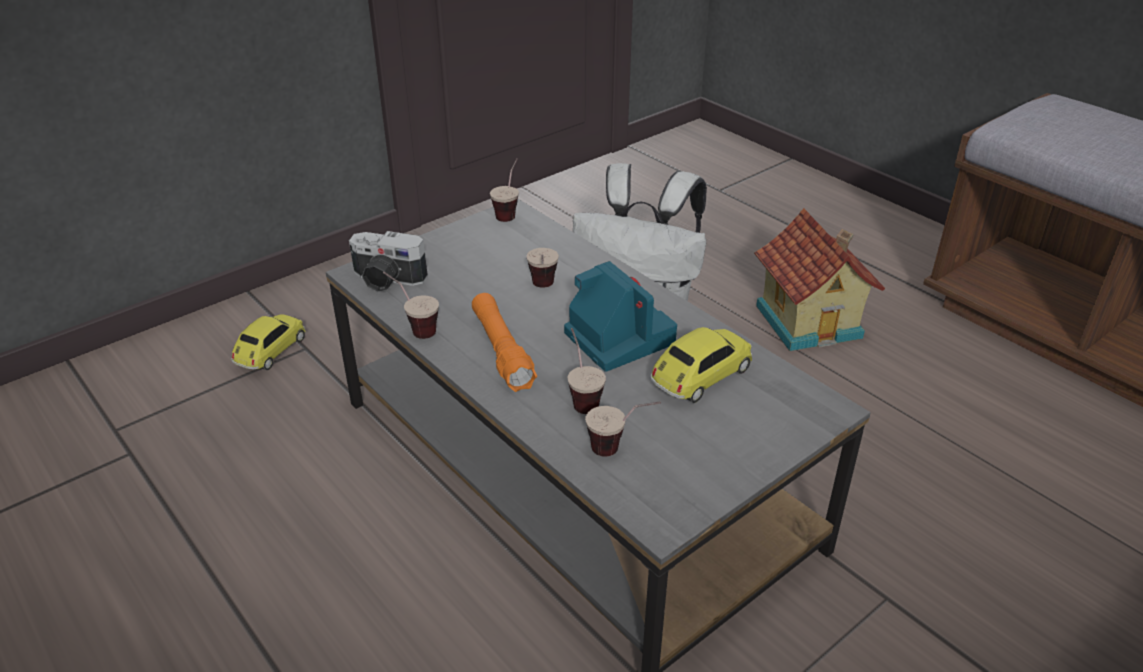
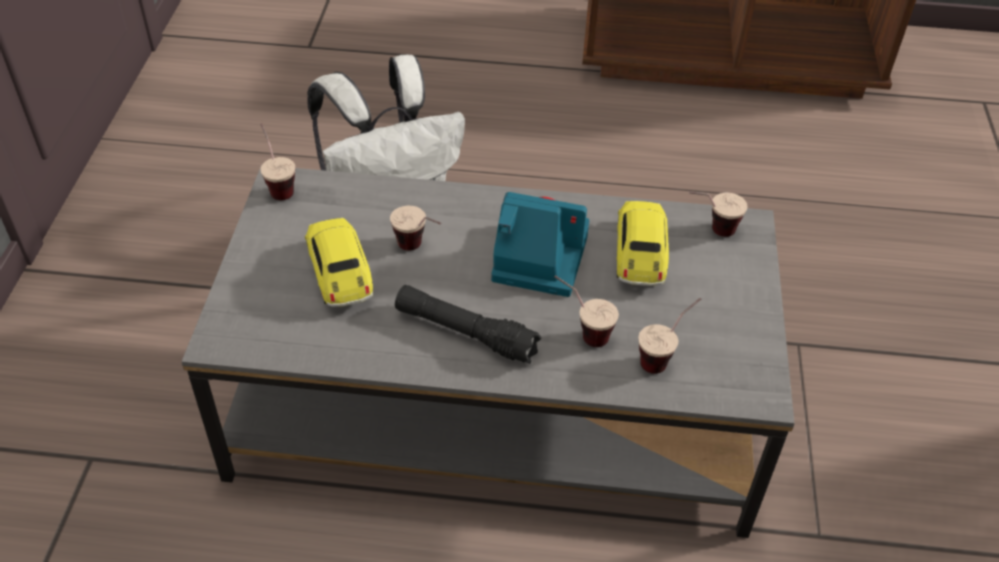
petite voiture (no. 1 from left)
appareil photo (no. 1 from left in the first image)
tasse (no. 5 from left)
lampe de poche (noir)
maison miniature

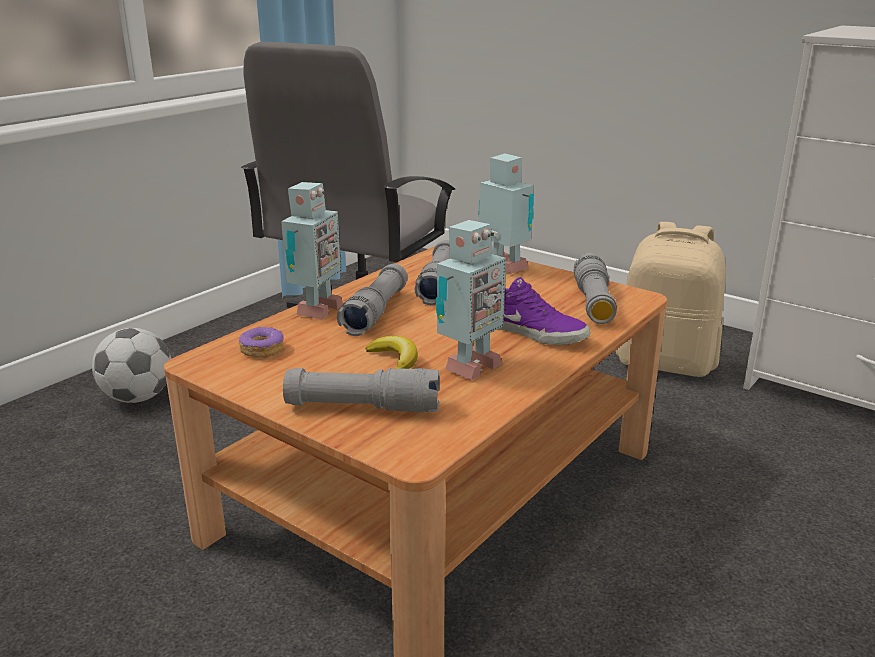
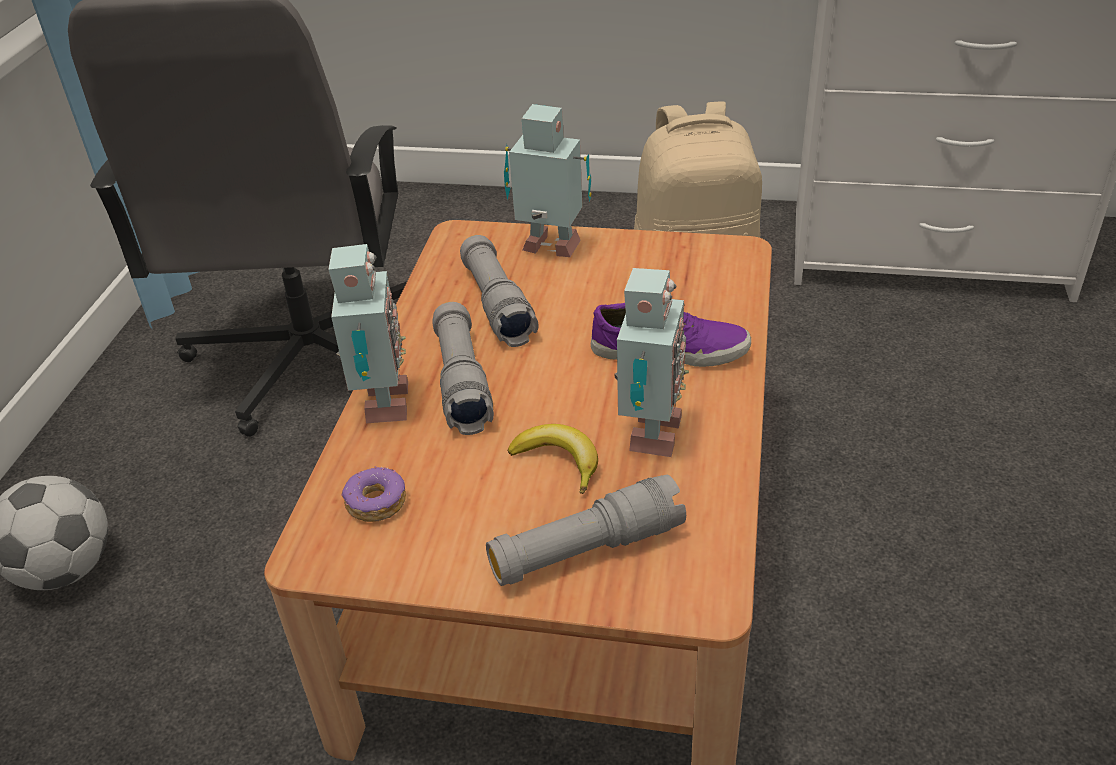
lampe de poche (gris) (no. 4 from left in the first image)

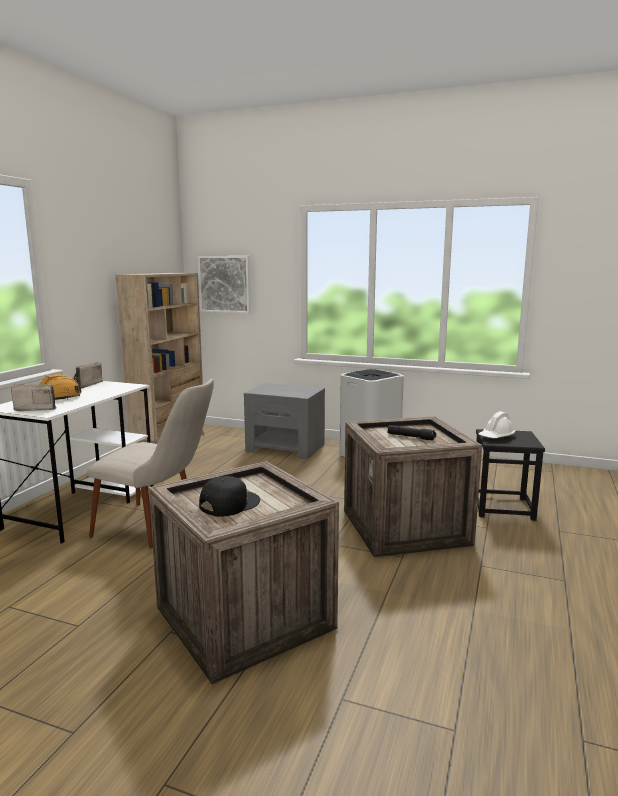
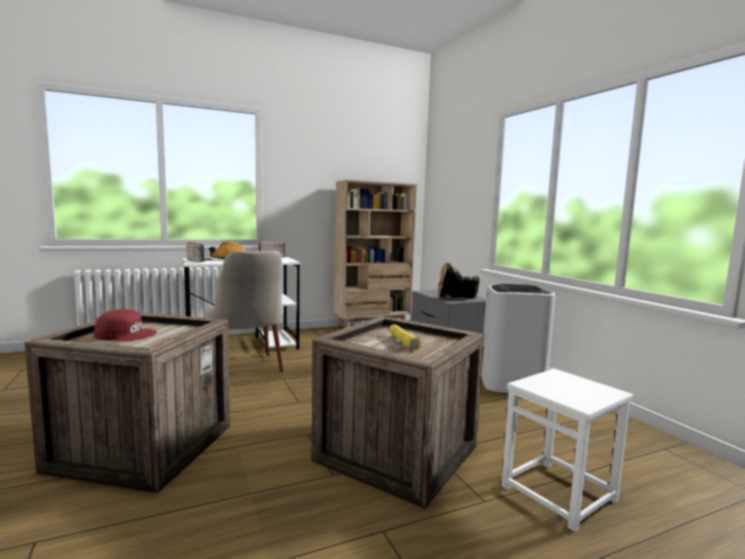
tableau
casquette (rouge)
lampe de poche (jaune)
tabouret (blanc)
casque de chantier (blanc)
botte (noir)

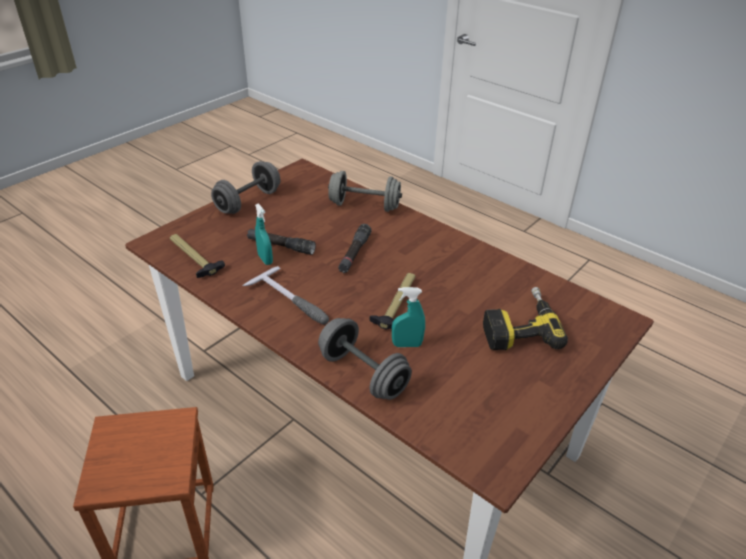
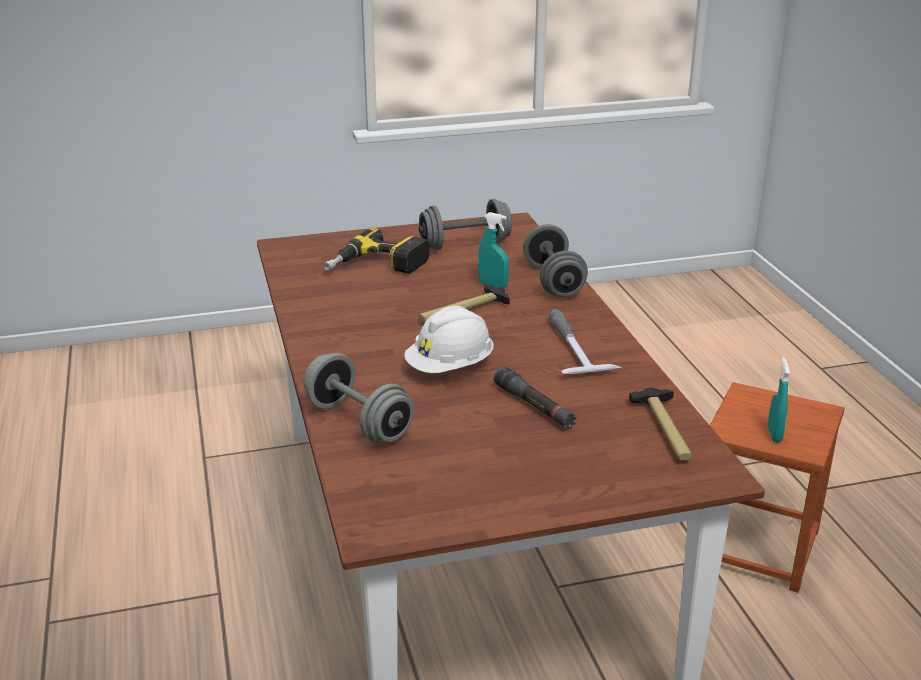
haltère (gris) (no. 2 from left)
vaporisateur (turquoise) (no. 2 from left)
casque de chantier (blanc)

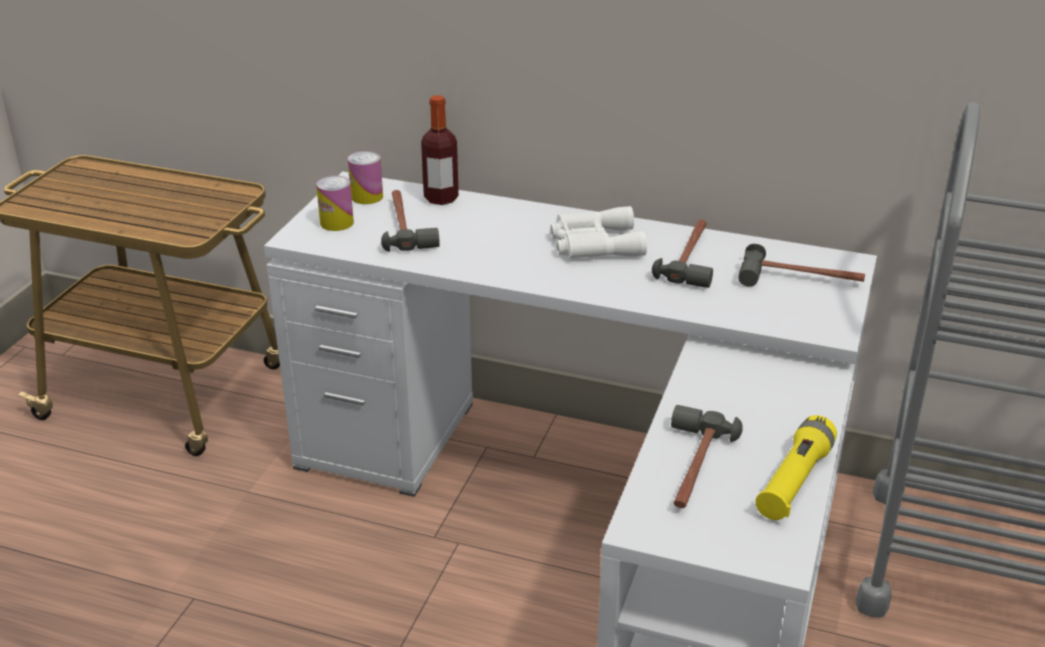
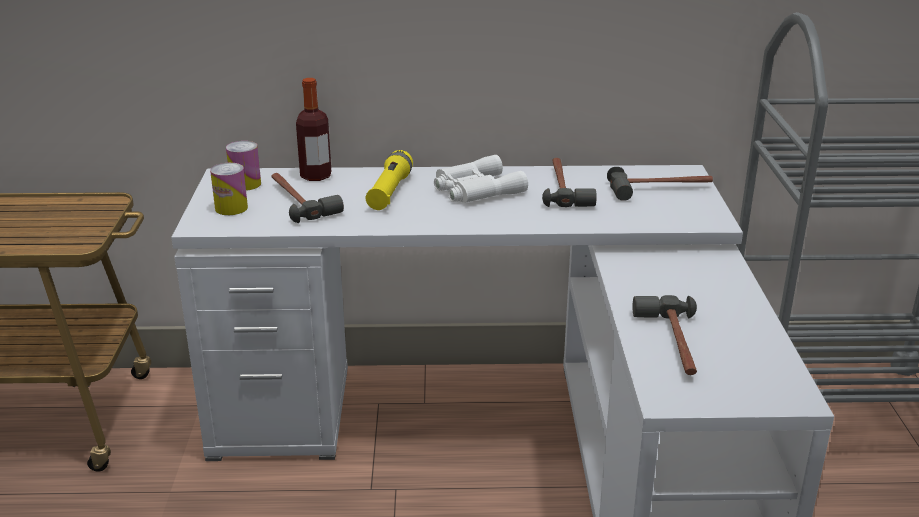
lampe de poche (jaune)

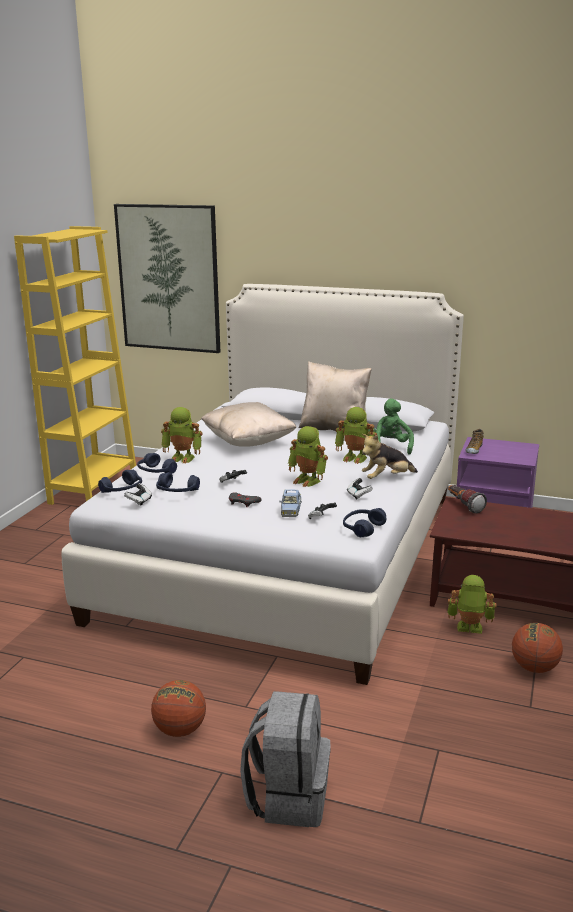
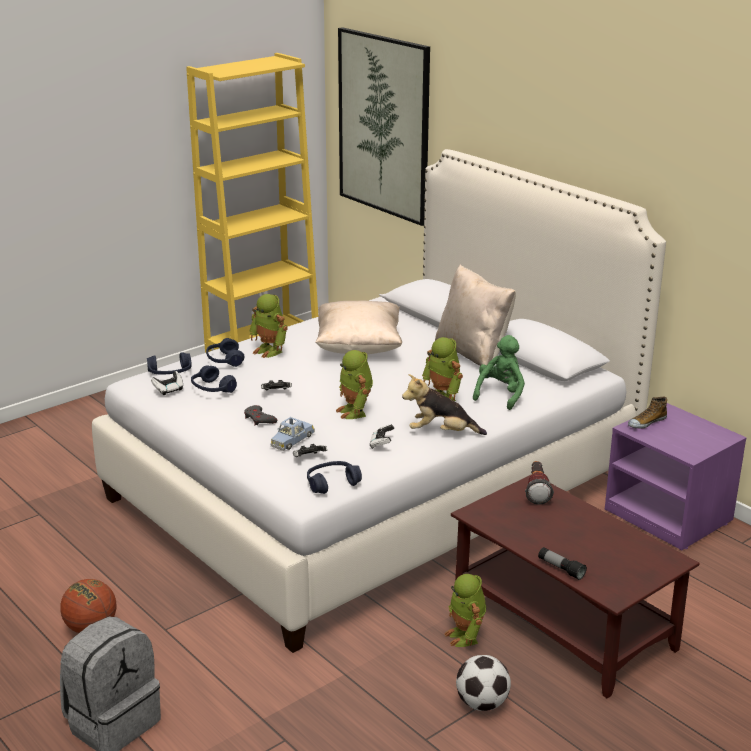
robot jouet (no. 4 from left)
ballon de foot
lampe de poche (no. 2 from left)

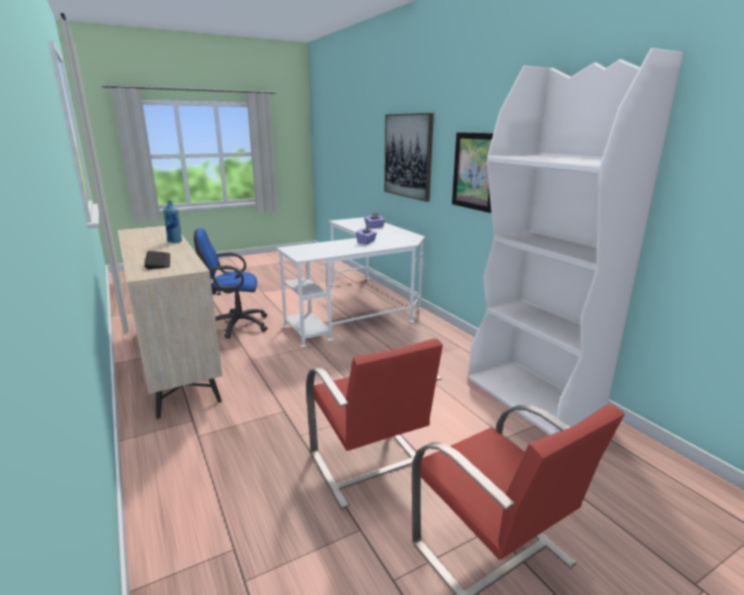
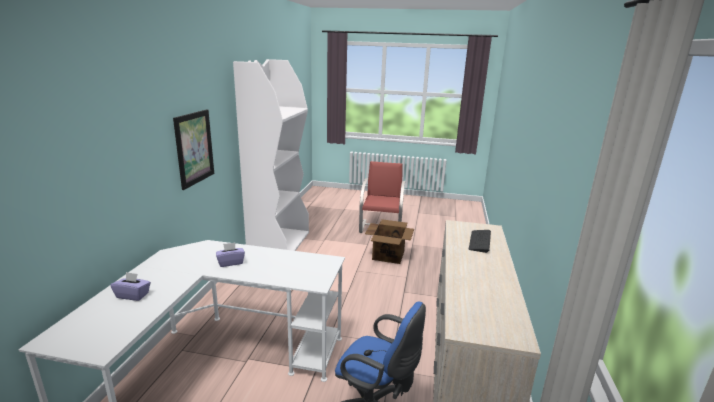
bouteille (bleu)
carton
tableau (no. 1 from left in the first image)

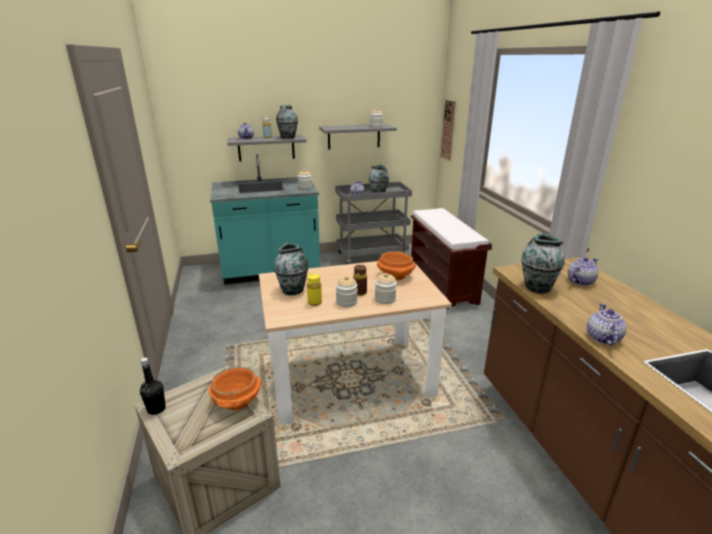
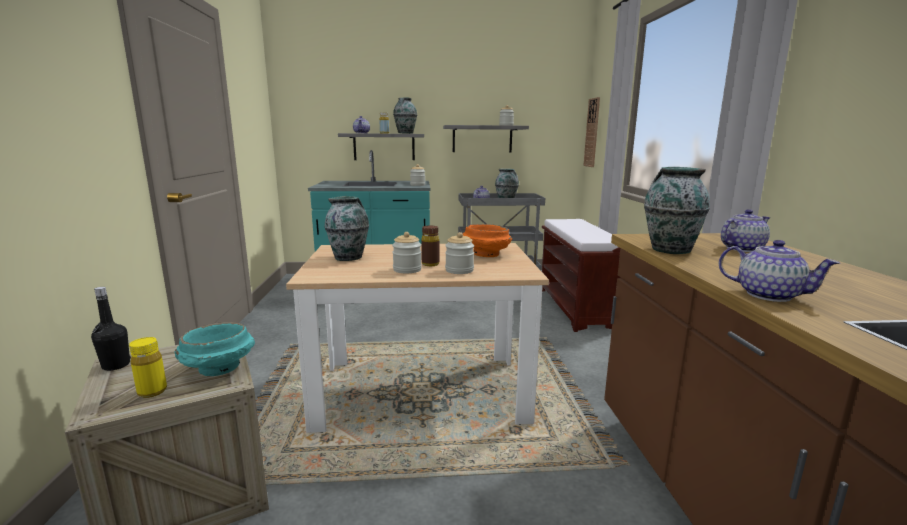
bol (turquoise)
bouteille (jaune) (no. 1 from left)
théière (no. 4 from left)

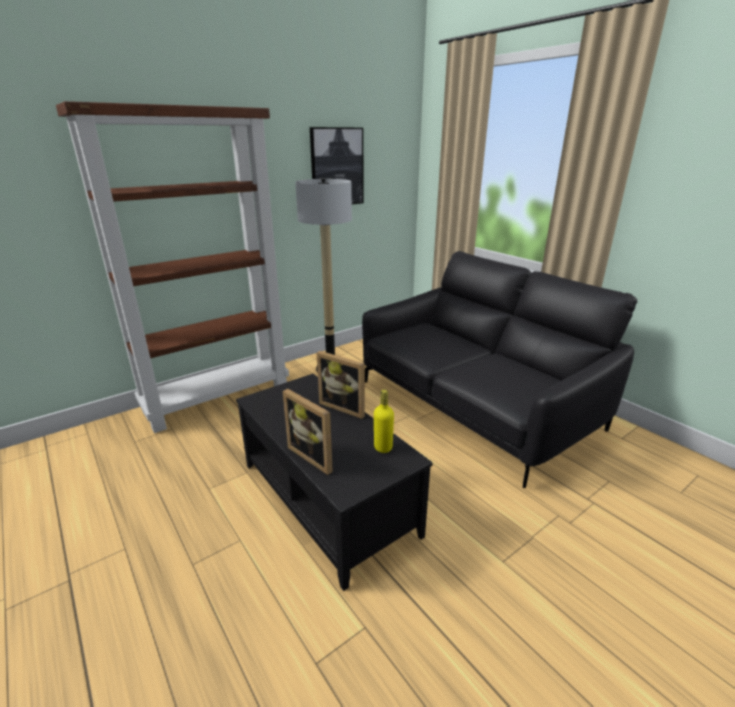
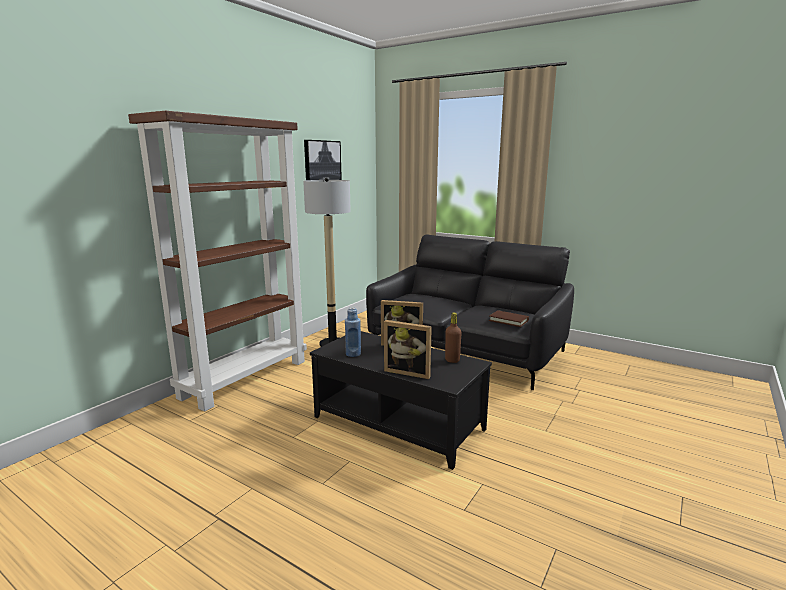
bouteille (marron)
bouteille (bleu)
livre (marron)

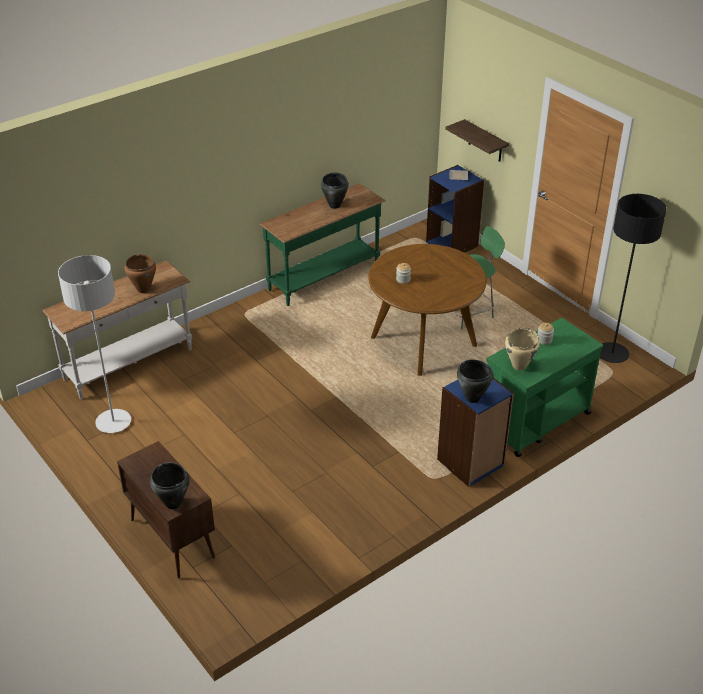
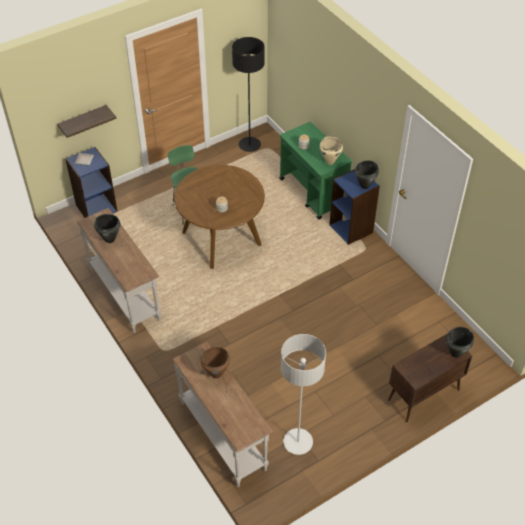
table console (blanc) (no. 1 from left)

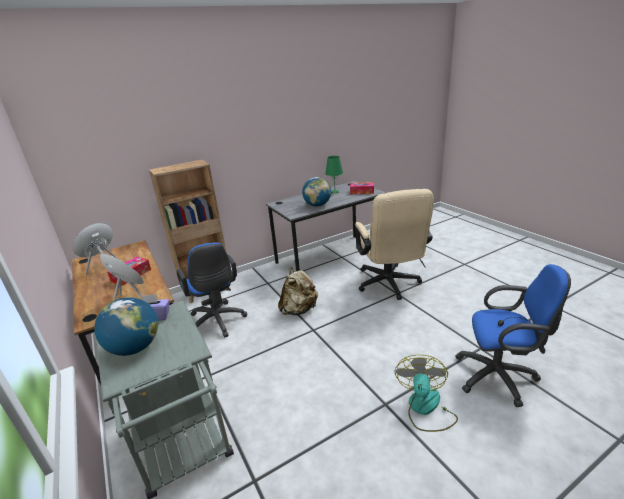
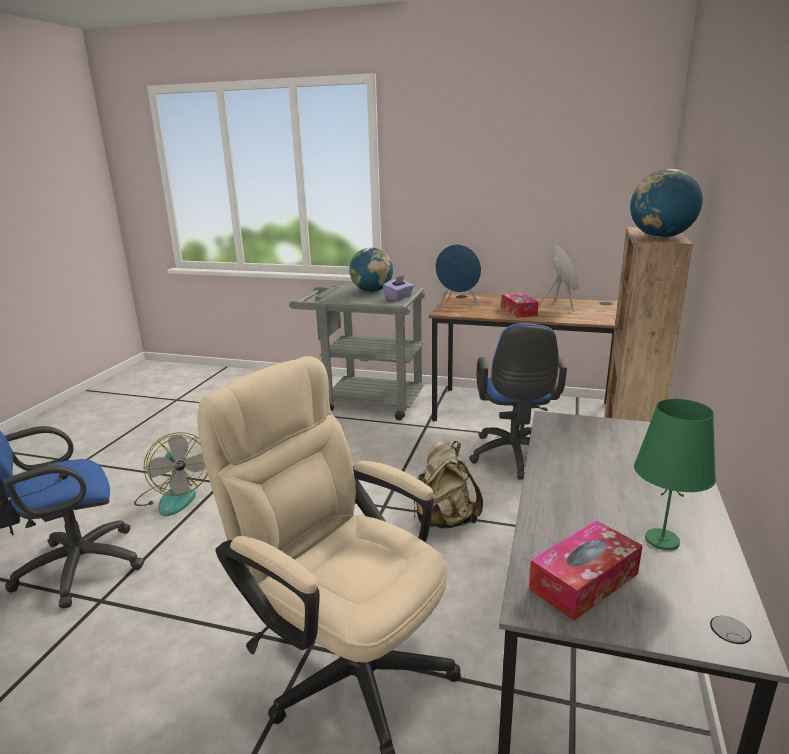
chaise de bureau (bleu) (no. 2 from left)
globe (no. 2 from left)

